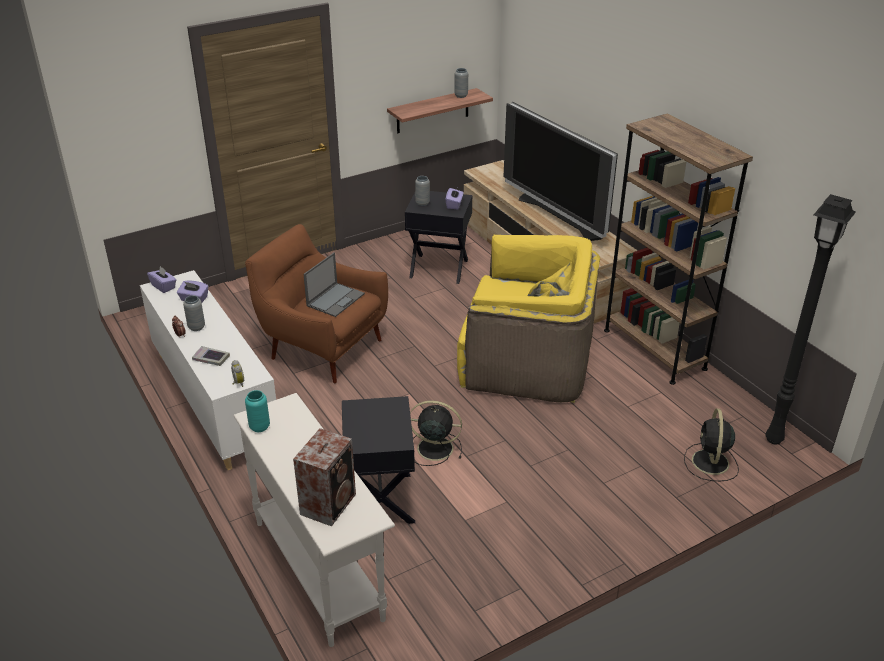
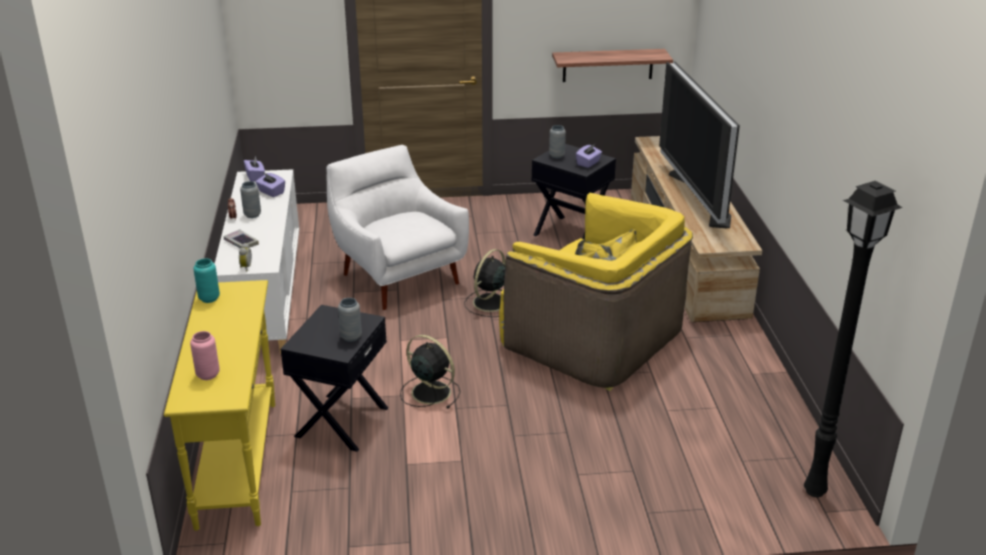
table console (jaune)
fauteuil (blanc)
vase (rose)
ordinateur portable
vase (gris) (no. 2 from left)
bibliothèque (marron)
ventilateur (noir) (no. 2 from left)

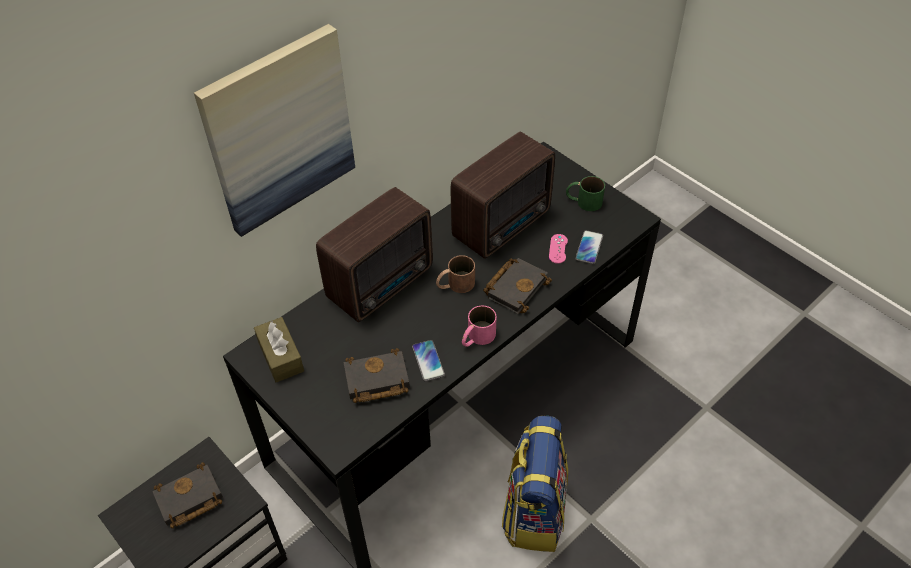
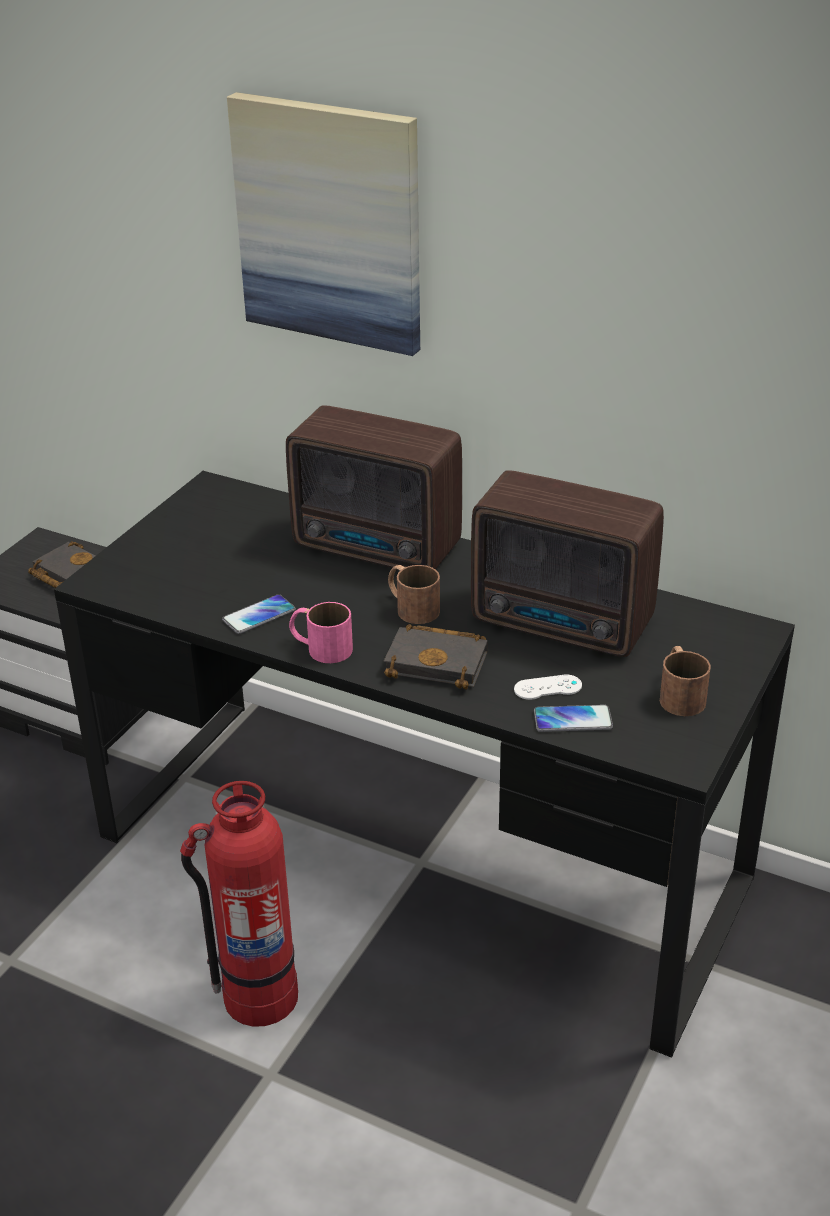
boîte à mouchoirs (marron)
livre (noir) (no. 2 from left in the first image)
extincteur
manette (blanc)
mug (marron) (no. 2 from left)

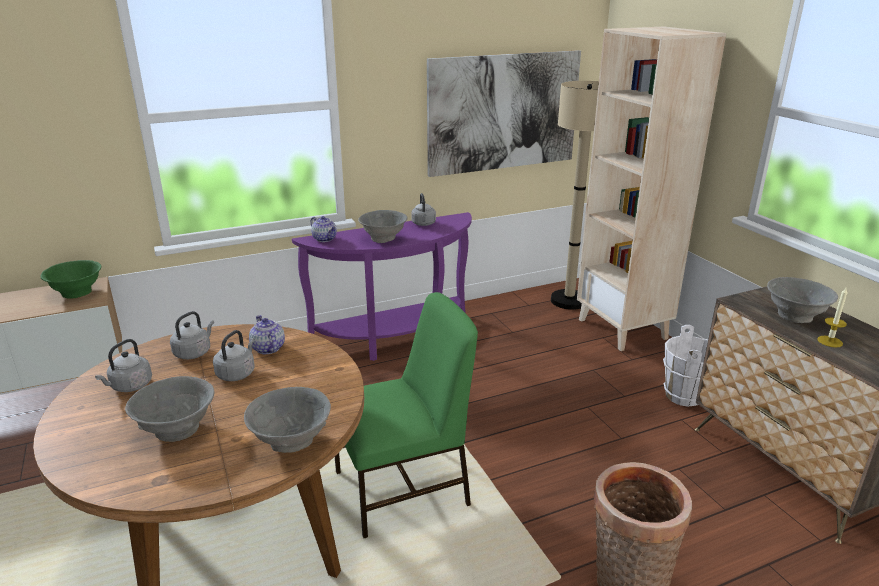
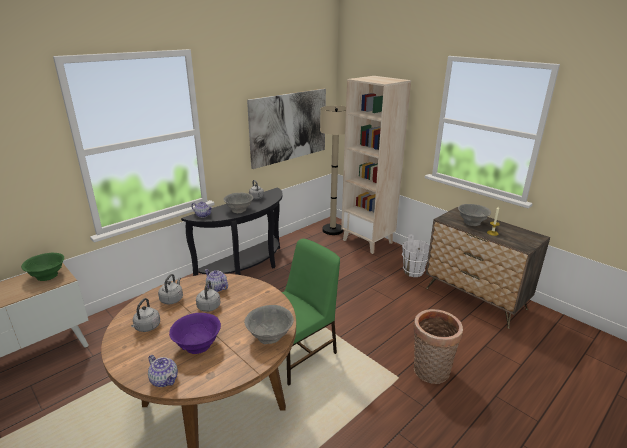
bol (violet)
table console (noir)
théière (no. 1 from left)

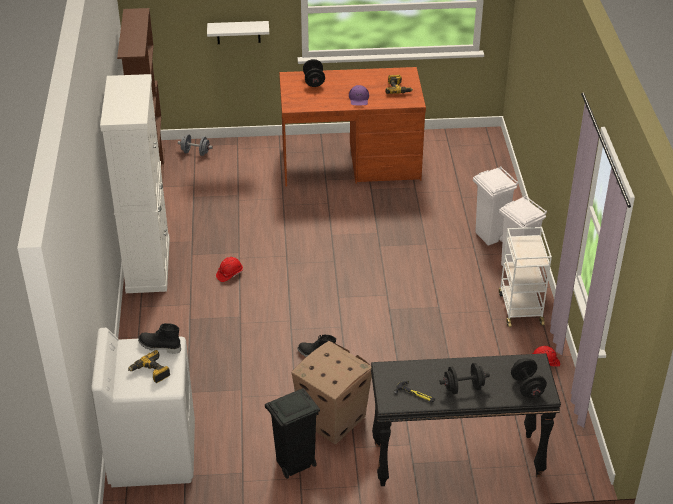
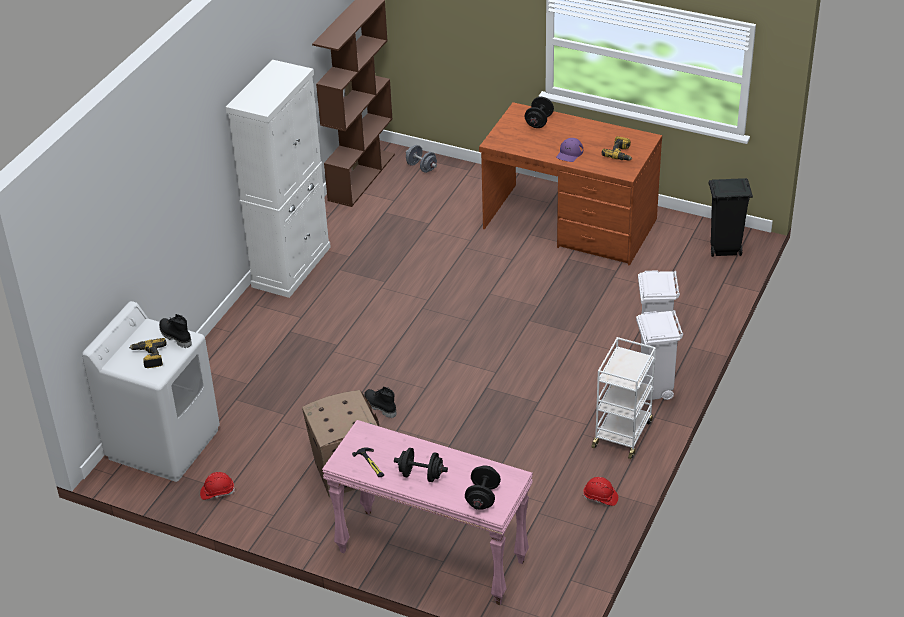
étagère (blanc)
casque de chantier (rouge) (no. 1 from left)
poubelle (noir)
table console (rose)

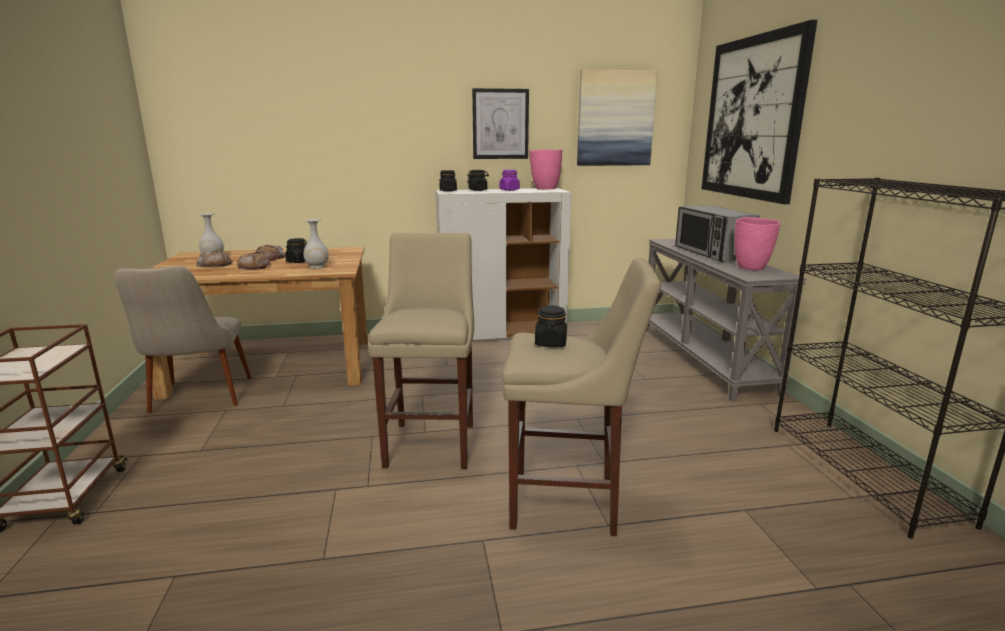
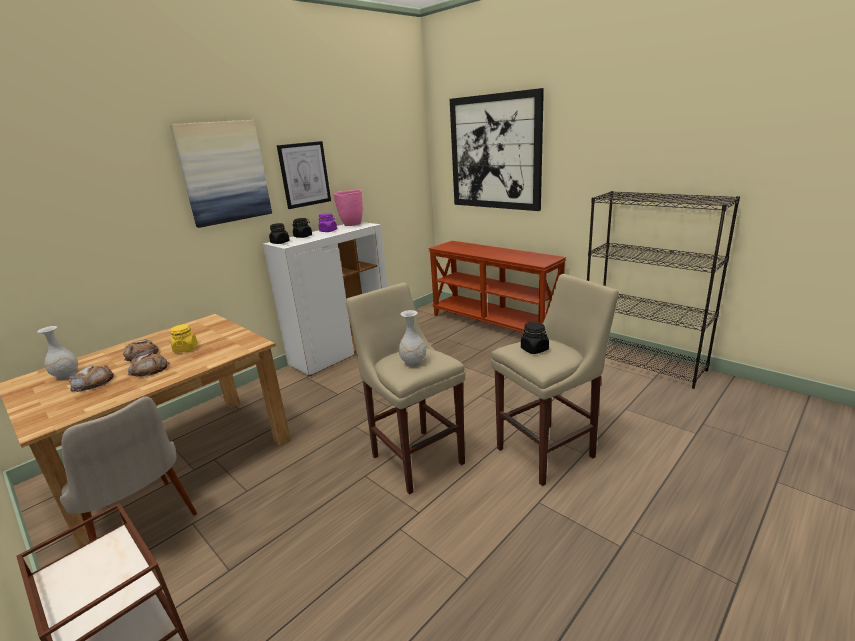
bocal (jaune)
vase (blanc) (no. 2 from left)
tableau (no. 1 from left)
table console (marron)
micro-ondes
vase (rose) (no. 2 from left in the first image)

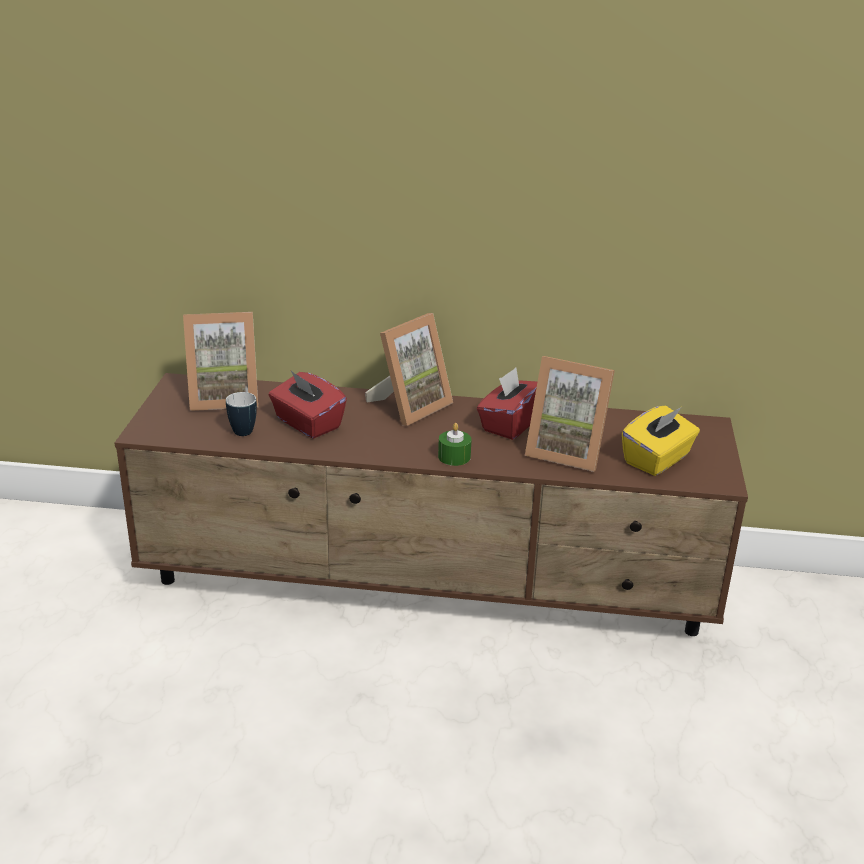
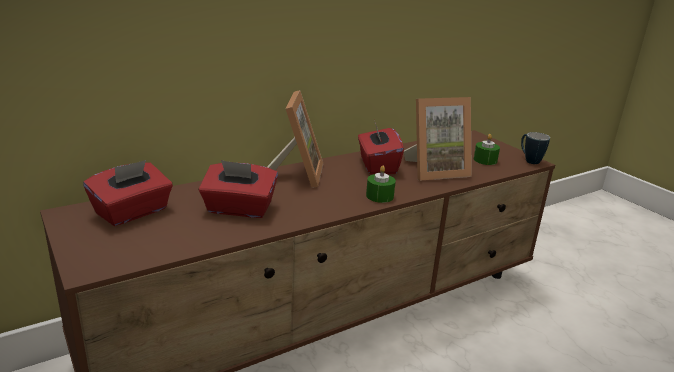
boîte à mouchoirs (rouge) (no. 1 from left)
mug
bougie (vert) (no. 2 from left)

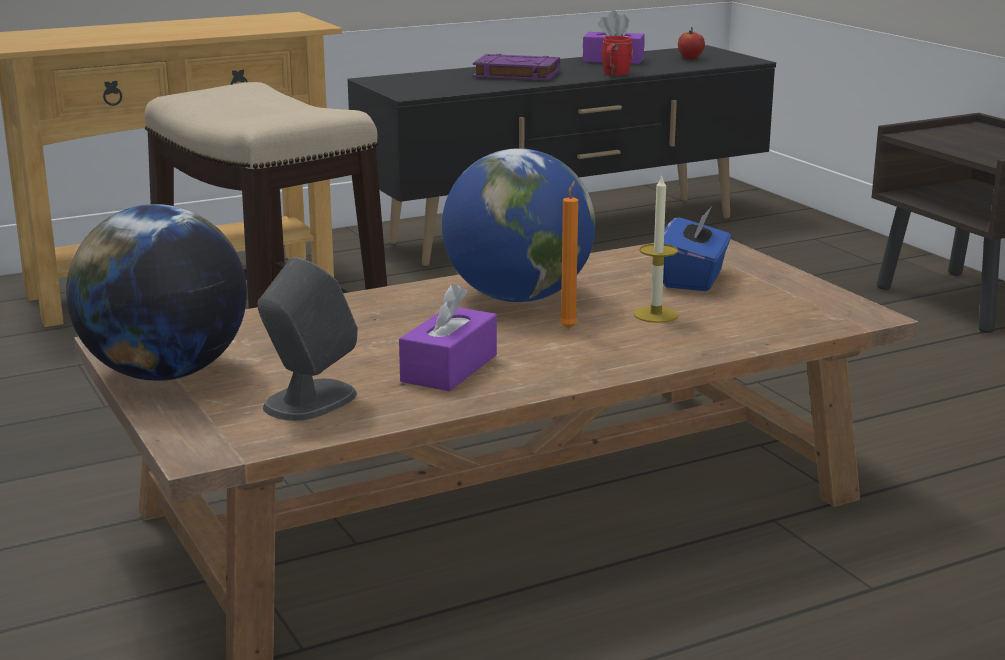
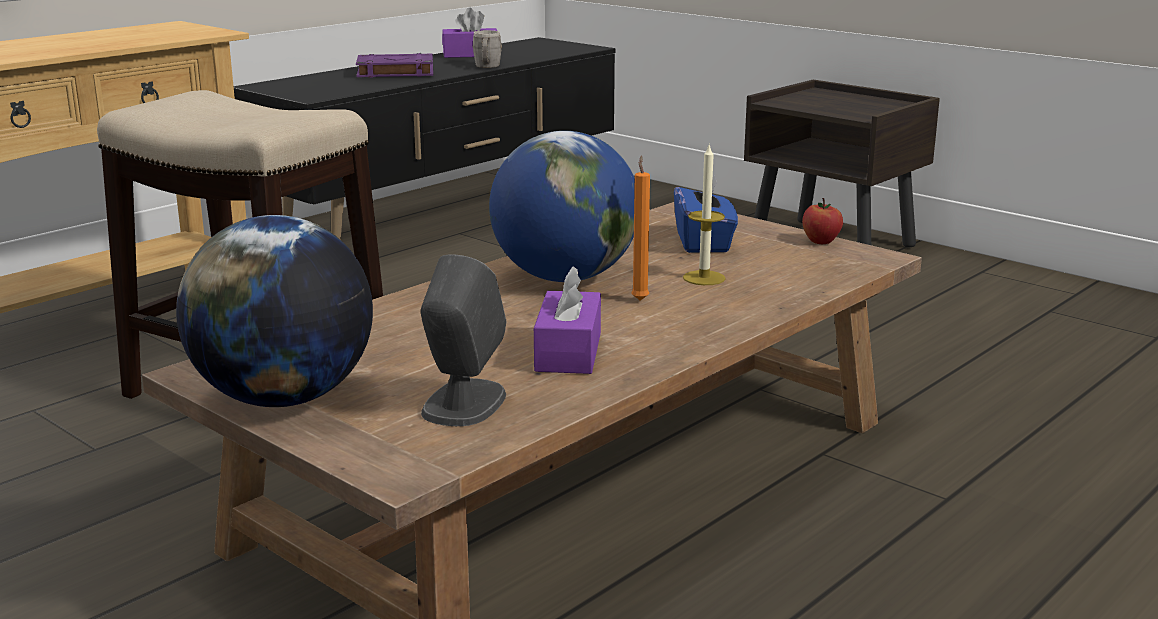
mug (gris)
pomme

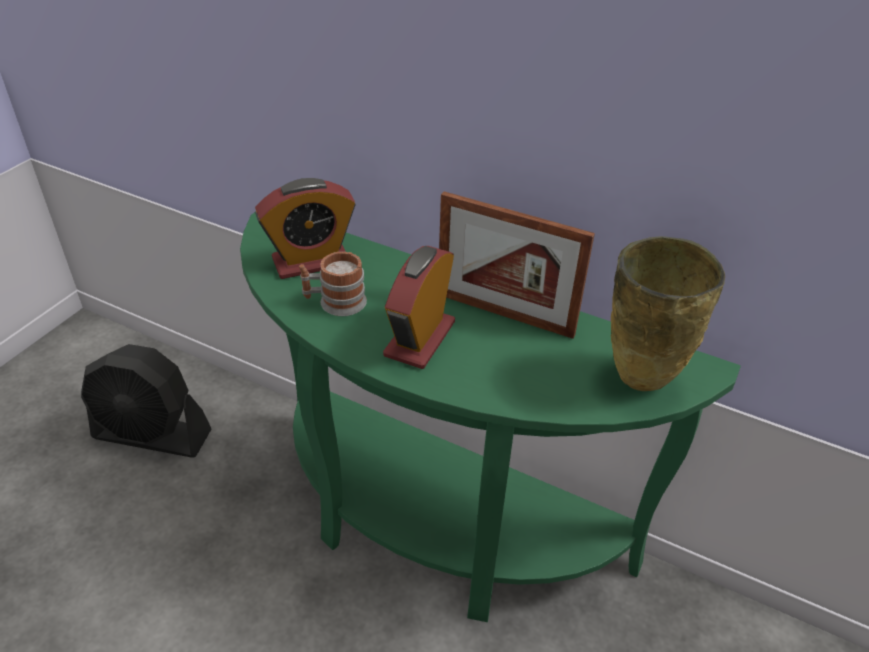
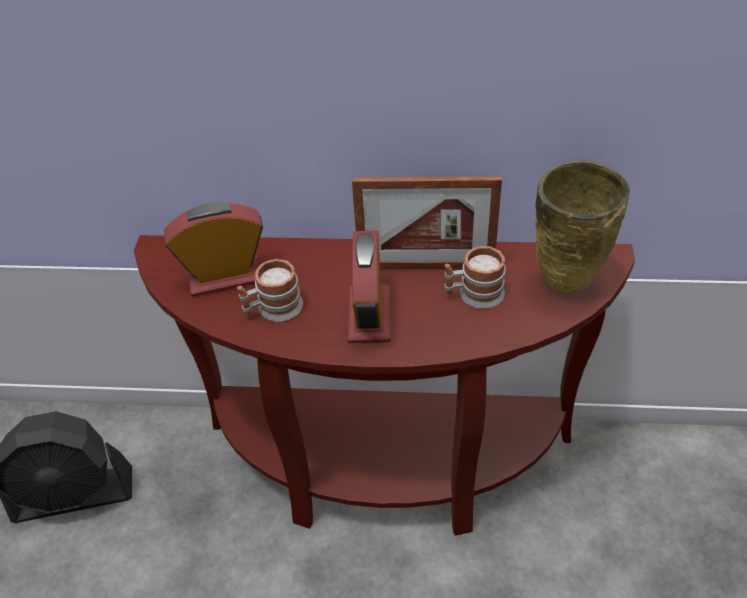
table console (marron)
réveil (no. 1 from left)
mug (no. 2 from left)

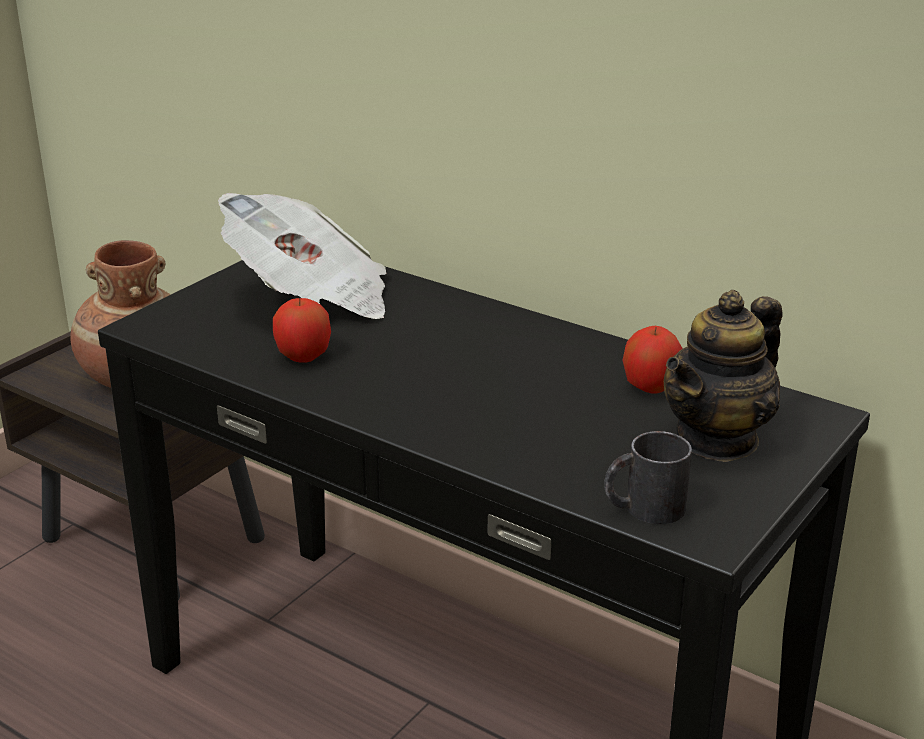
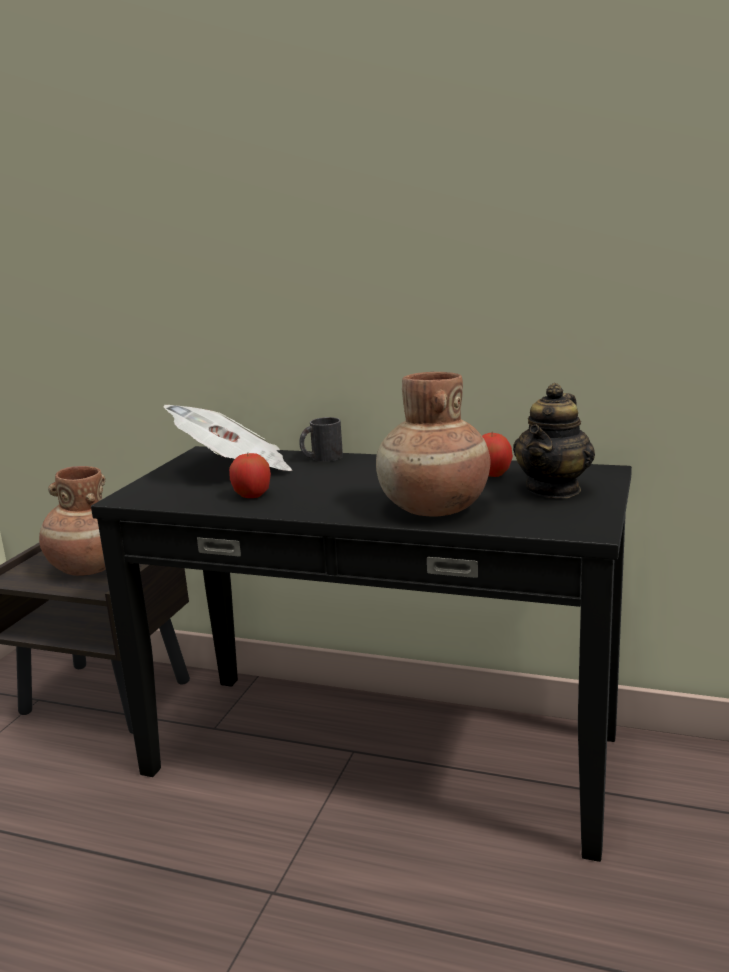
mug (noir)
vase (marron) (no. 2 from left)

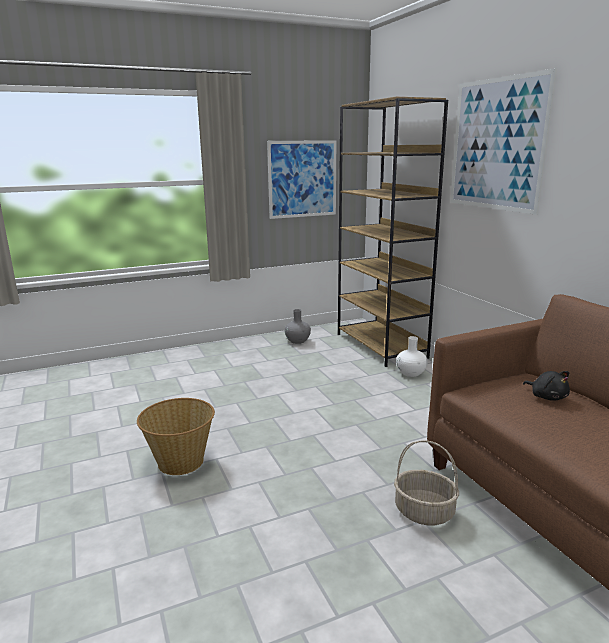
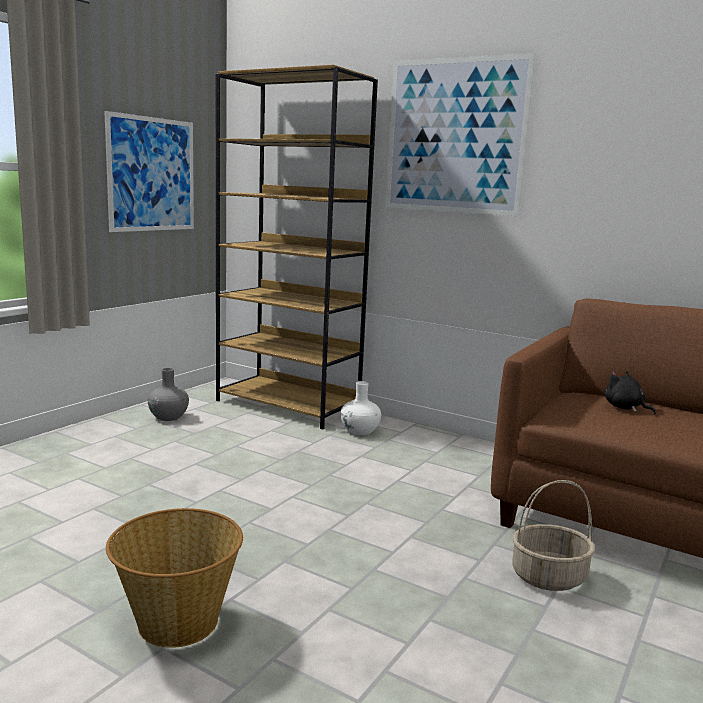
peluche (noir)

